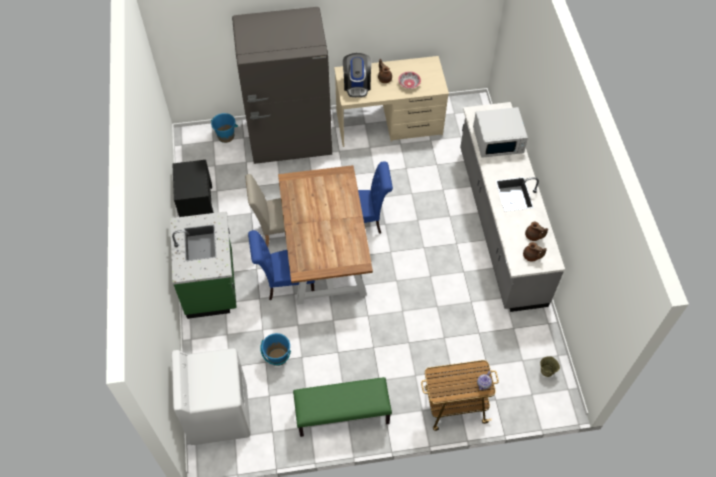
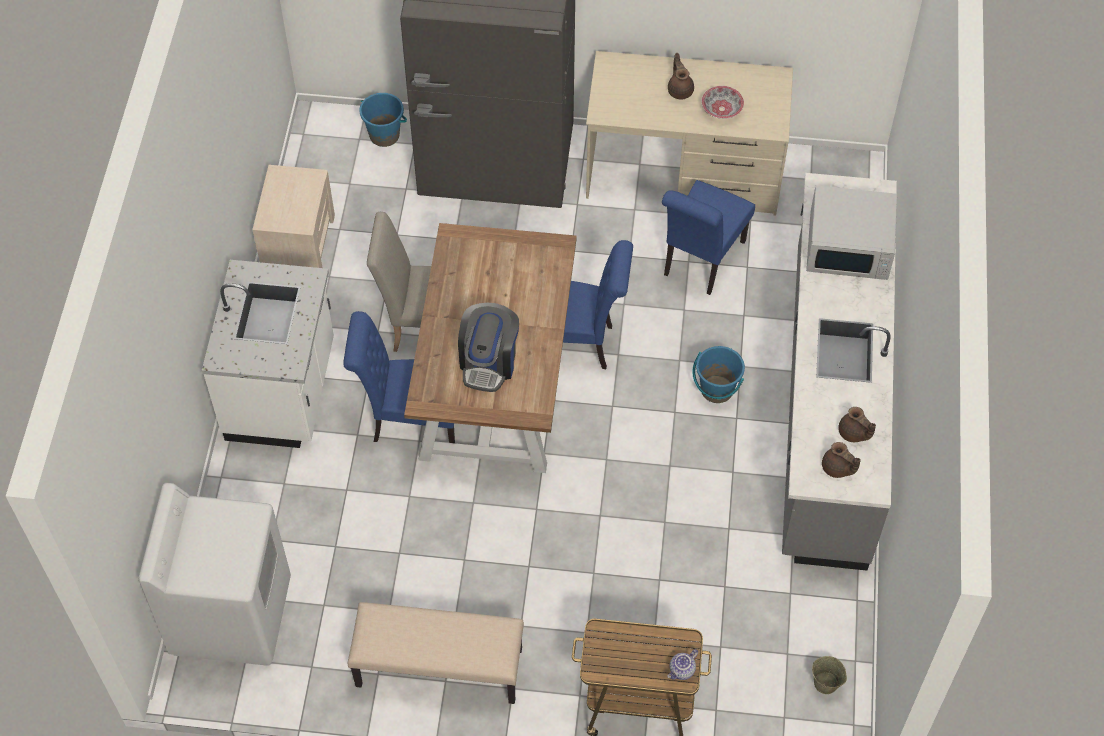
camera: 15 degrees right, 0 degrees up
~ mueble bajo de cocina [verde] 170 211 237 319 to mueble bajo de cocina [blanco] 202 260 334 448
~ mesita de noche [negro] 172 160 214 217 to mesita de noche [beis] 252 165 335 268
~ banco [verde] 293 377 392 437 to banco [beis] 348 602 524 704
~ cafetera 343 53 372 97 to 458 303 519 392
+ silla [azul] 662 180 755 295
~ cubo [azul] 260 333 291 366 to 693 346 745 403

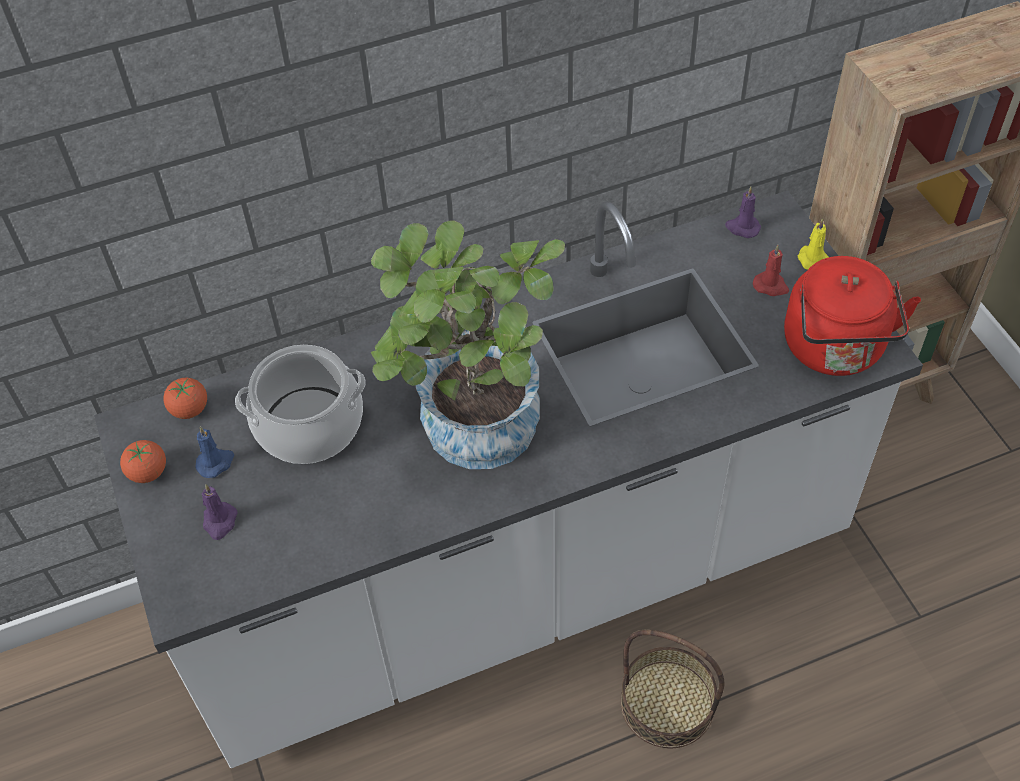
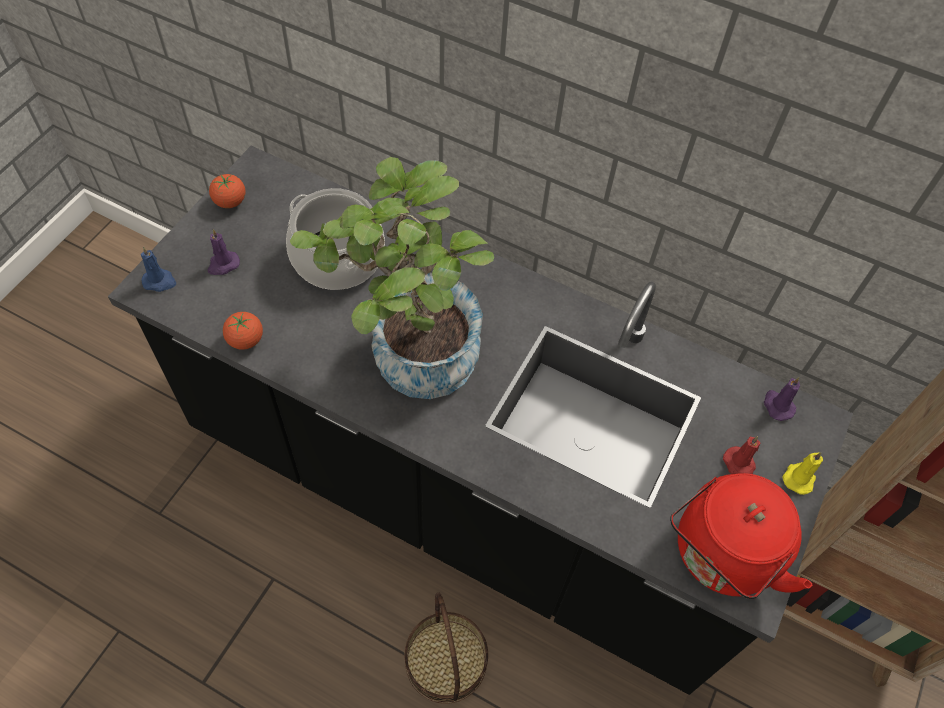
camera: 45 degrees right, 5 degrees up
~ mueble bajo de cocina [blanco] 94 190 923 768 to mueble bajo de cocina [negro] 108 146 853 695
~ vela [azul] 195 426 234 478 to 141 247 176 292
~ tomate 163 378 207 419 to 223 312 263 350

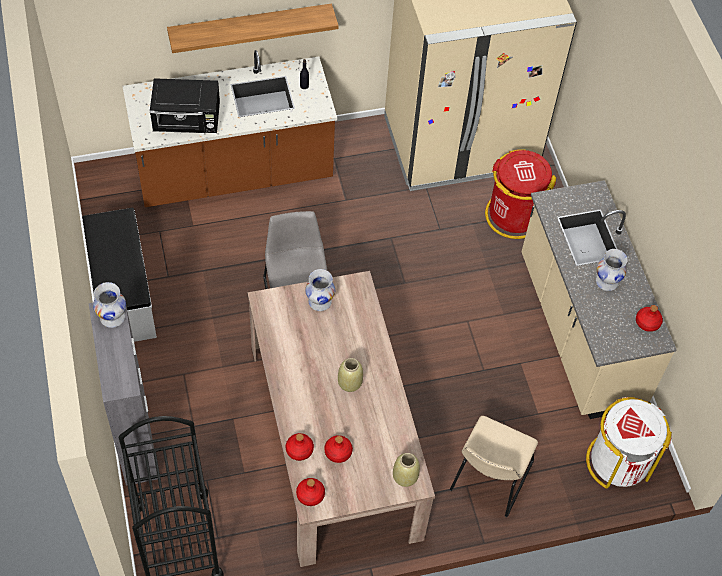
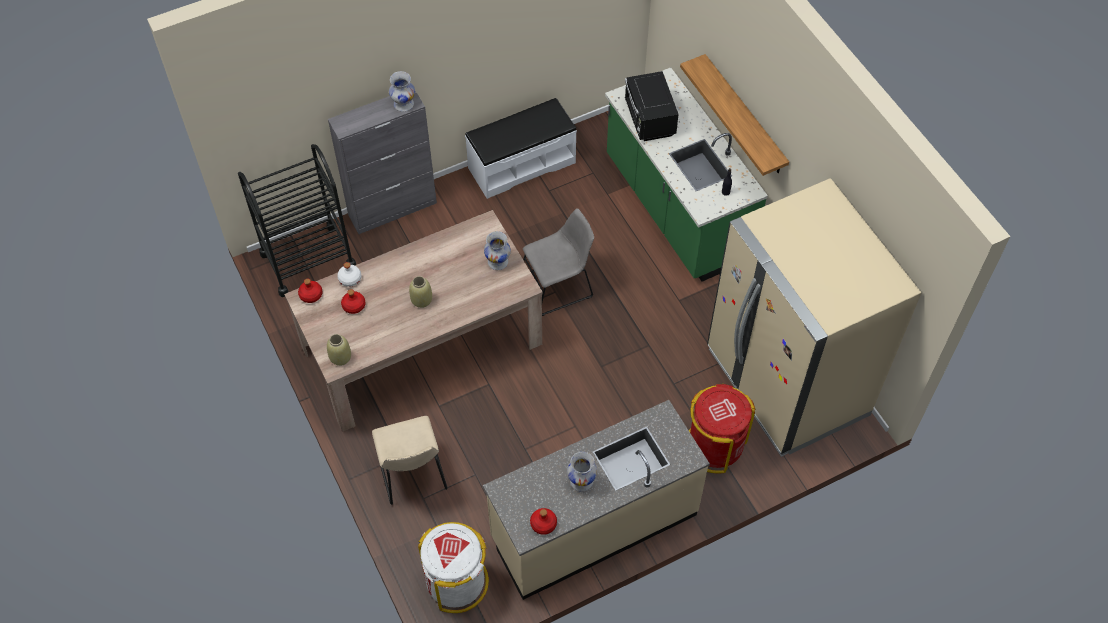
camera: 80 degrees right, 0 degrees up
~ botella [rojo] 286 433 314 461 to botella [blanco] 337 262 361 287
~ silla [beis] 449 416 538 517 = 372 416 448 505 120 degrees counterclockwise
~ mueble bajo de cocina [marrón] 123 50 337 207 to mueble bajo de cocina [verde] 605 67 768 282

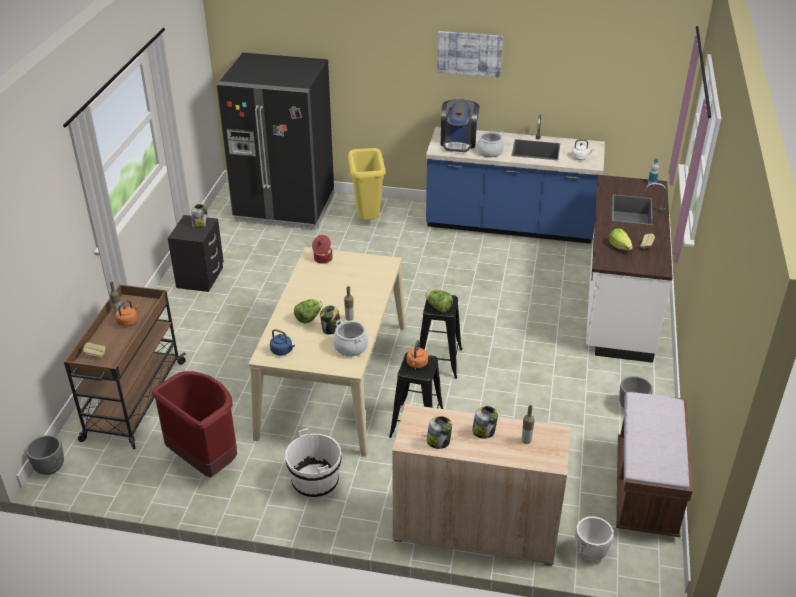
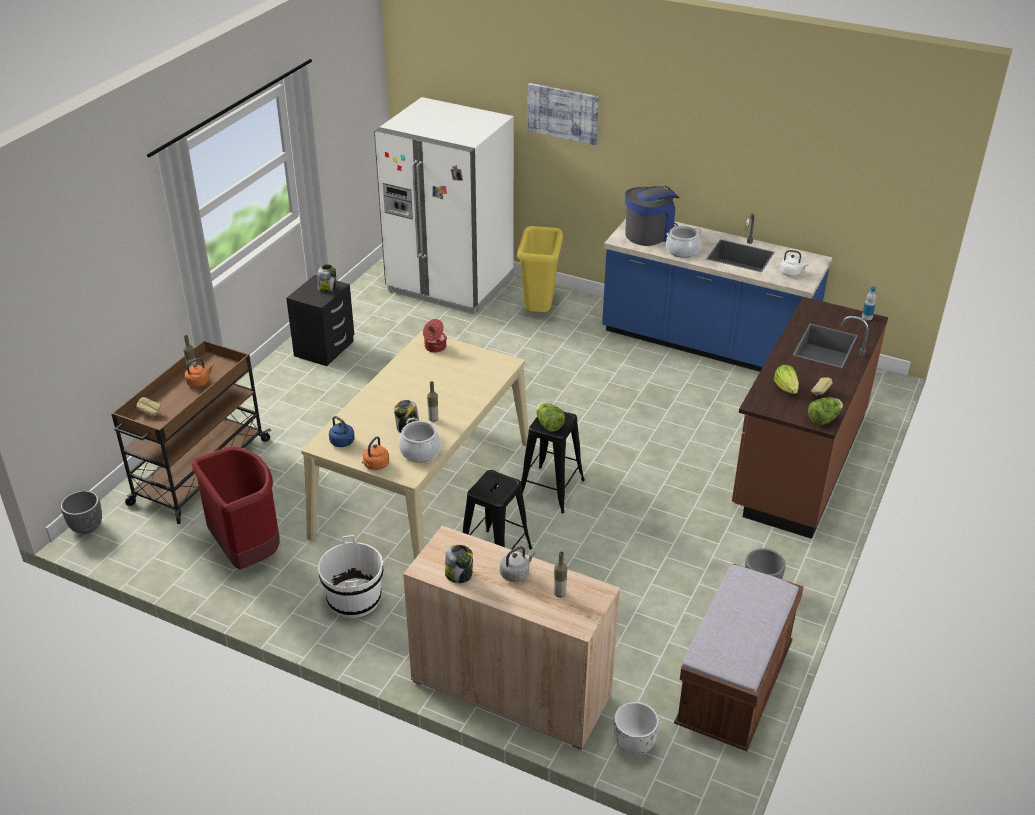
camera: 15 degrees right, 0 degrees up
~ hervidor [naranja] 407 340 428 368 to 362 436 389 470
~ nevera [negro] 216 53 334 230 to nevera [blanco] 374 97 514 314
~ tarro 472 406 498 439 to hervidor [gris] 500 546 535 582
~ cuadro 437 31 503 78 to 528 83 599 145
~ cafetera 441 99 480 152 = 625 186 679 246 150 degrees counterclockwise
~ mueble bajo de cocina [blanco] 586 175 673 363 to mueble bajo de cocina [marrón] 732 297 888 539
~ lechuga 294 299 322 324 to 808 397 843 425

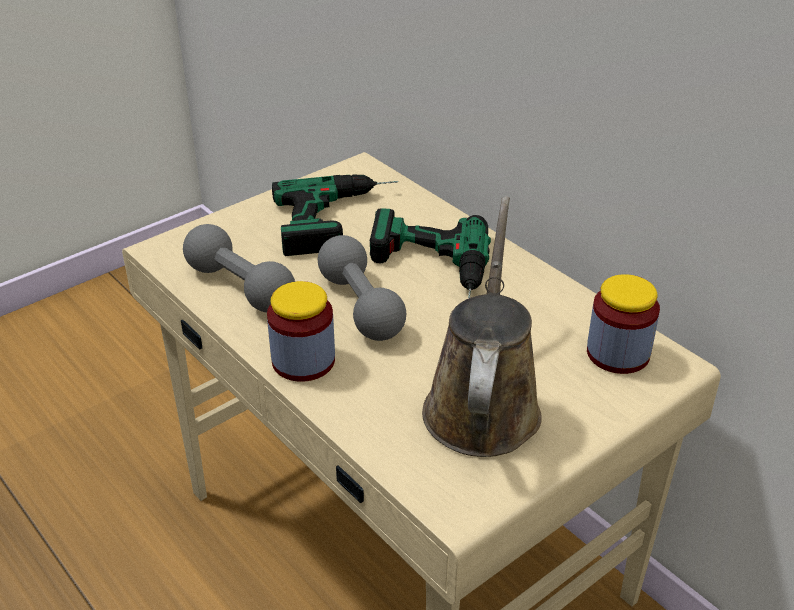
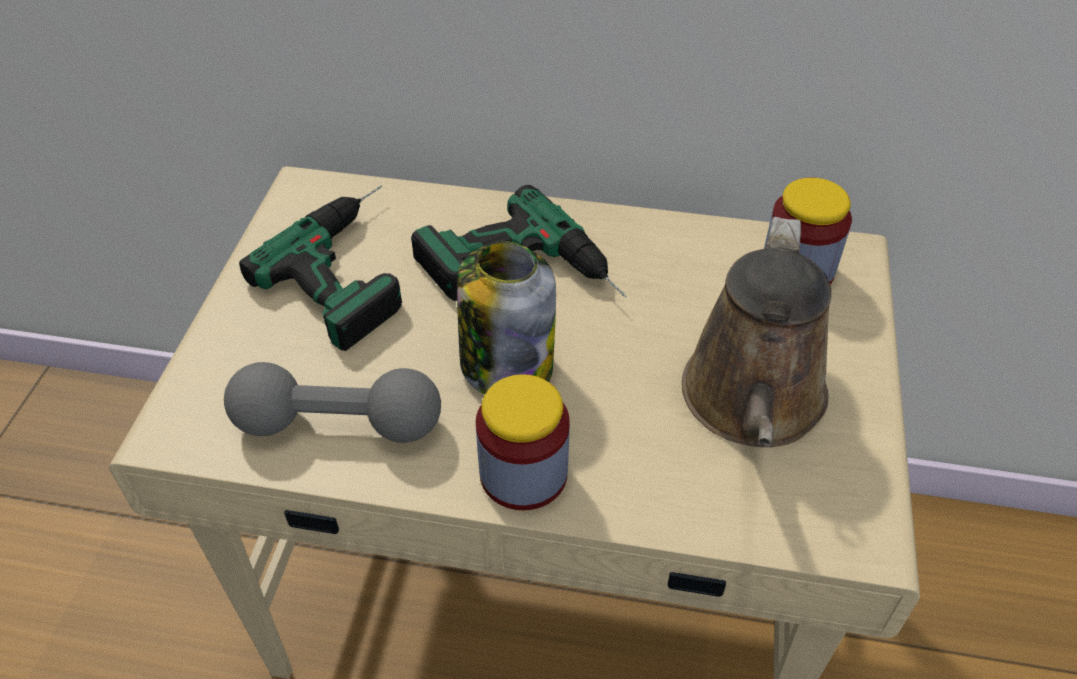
camera: 40 degrees left, 10 degrees up
~ mancuerna [gris] 318 235 406 341 to tarro 457 241 556 395
~ regadera [marrón] 422 196 542 457 = 682 217 832 447 135 degrees counterclockwise

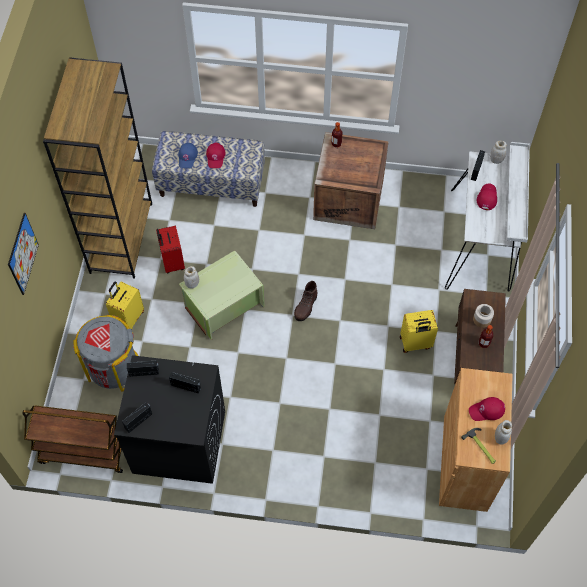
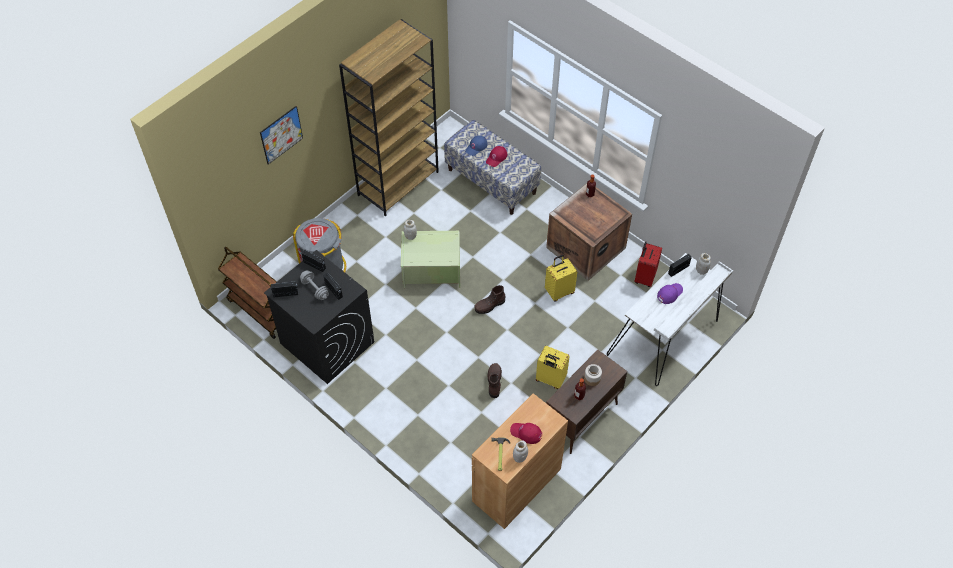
camera: 35 degrees right, 5 degrees down
+ mancuerna [gris] 300 270 329 300
+ bota [marrón] 488 363 502 398
~ maleta [amarillo] 106 281 144 329 to 545 254 577 301
~ maleta [rojo] 156 225 185 273 to 634 242 662 287
~ gorra [rojo] 477 183 497 210 to gorra [morado] 657 283 683 304

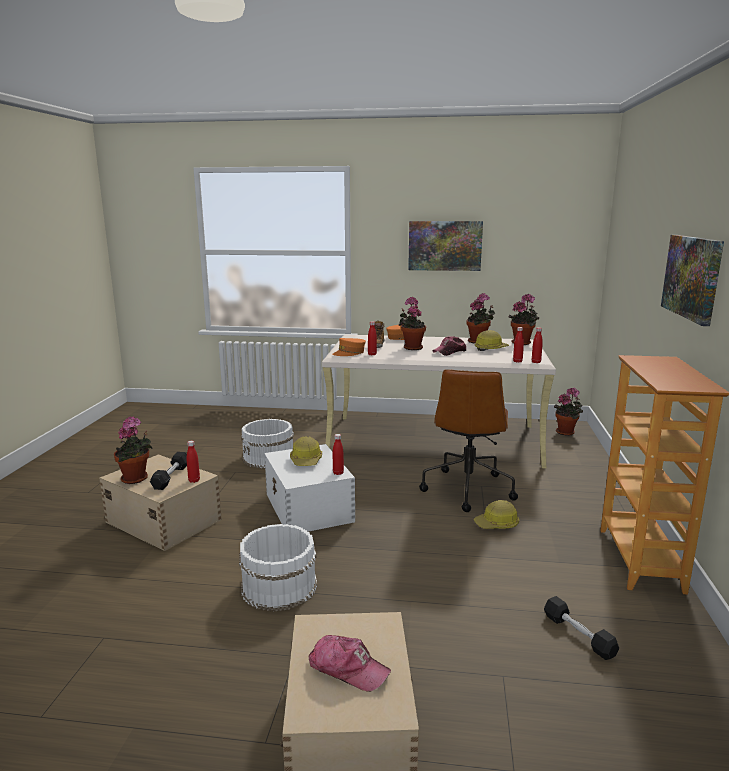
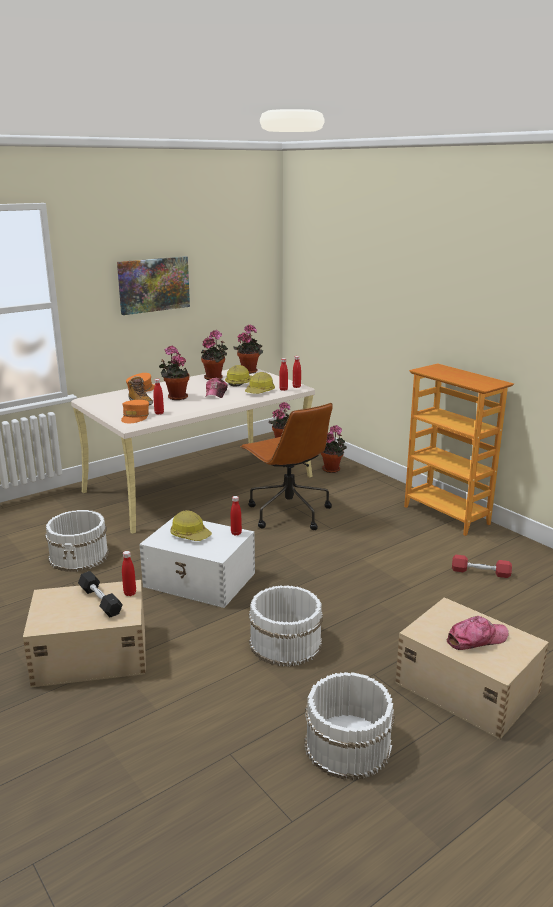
camera: 45 degrees left, 5 degrees up
~ casco 474 500 519 529 to 245 372 275 394
+ cubo [blanco] 305 672 395 780
~ planta en maceta 114 417 153 484 to 321 425 347 473
~ mancuerna [negro] 544 596 619 660 to mancuerna [rojo] 452 555 512 578
- cuadro 661 235 724 326

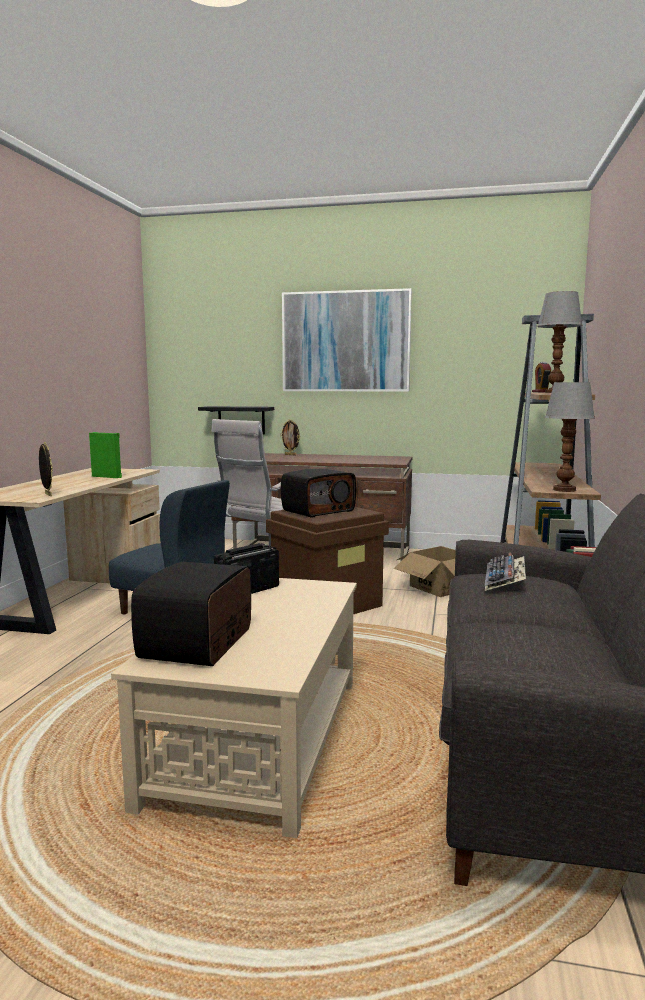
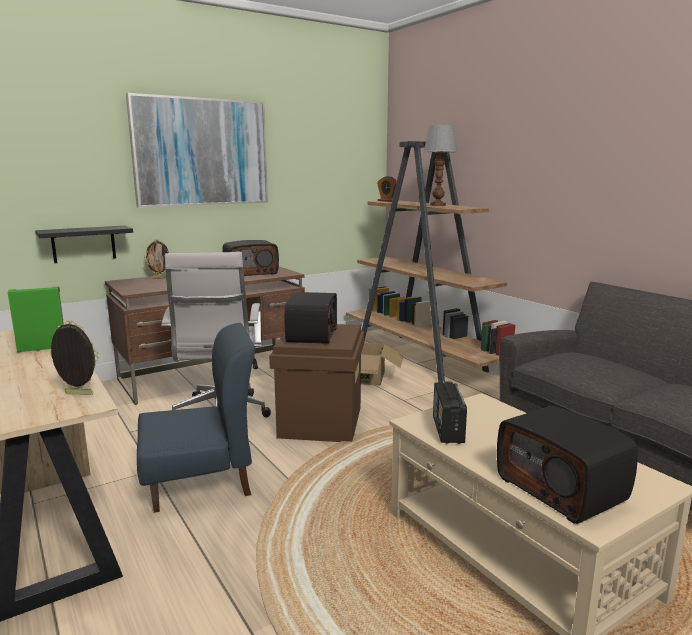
camera: 45 degrees left, 5 degrees up
+ radio 222 240 279 276
- teclado 485 553 526 591
- lámpara de mesa 545 382 595 492

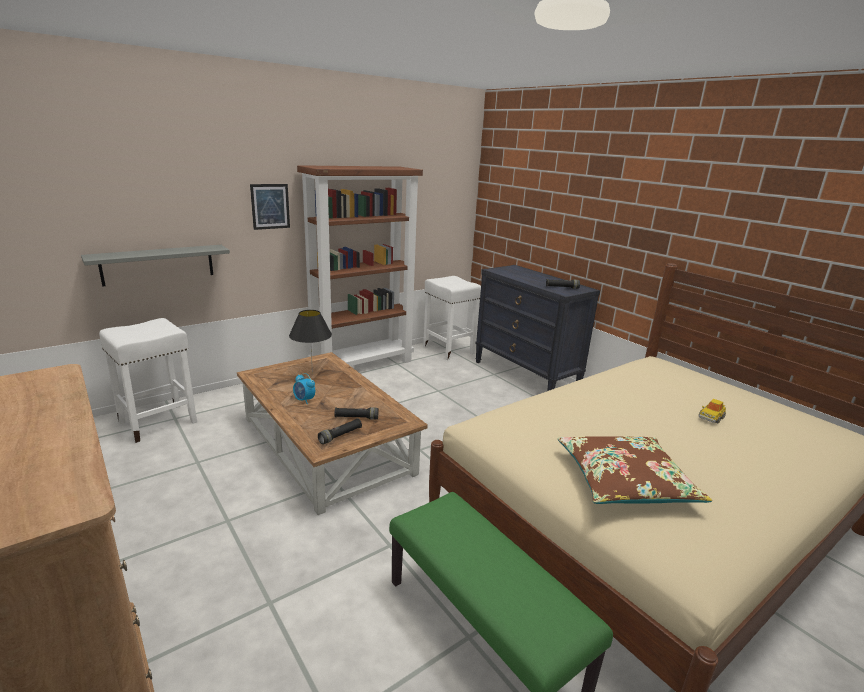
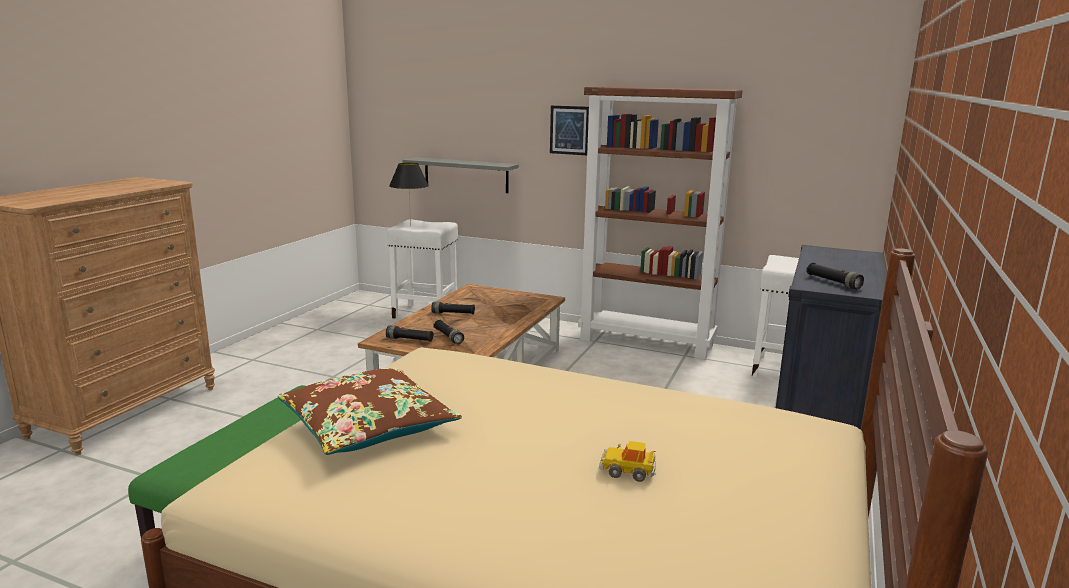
camera: 60 degrees right, 5 degrees down
~ lámpara de mesa [negro] 289 310 332 375 to 389 163 429 226
~ despertador 293 373 315 404 to linterna [negro] 431 302 475 314

